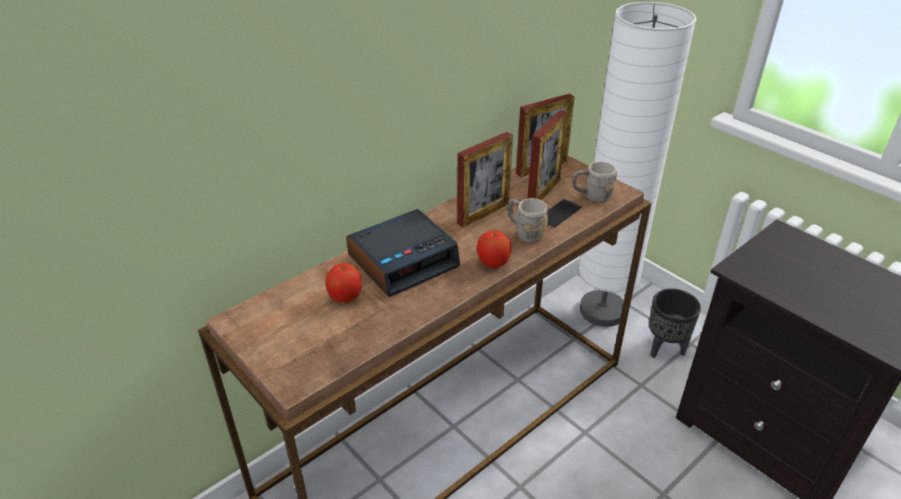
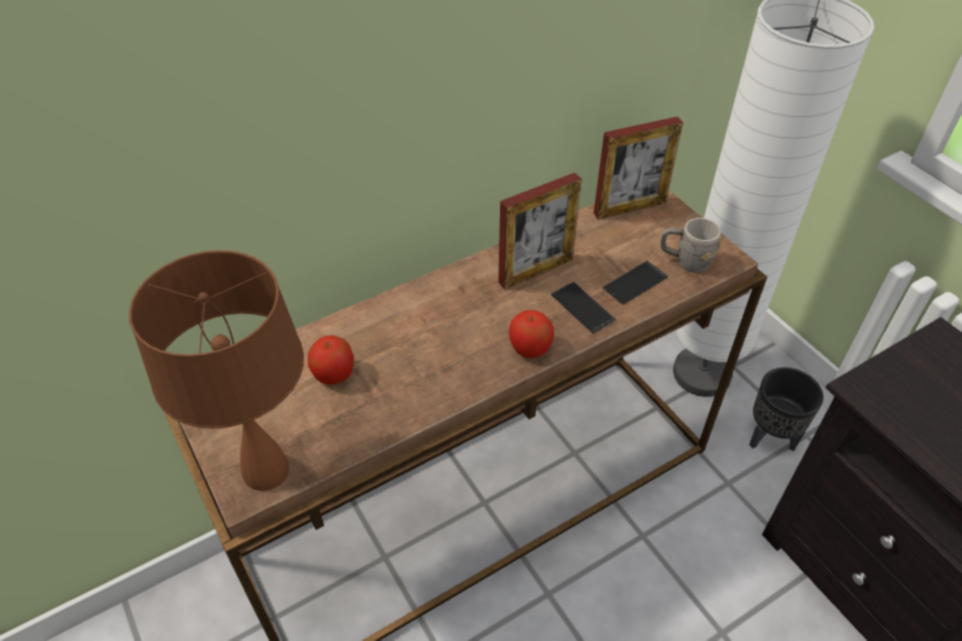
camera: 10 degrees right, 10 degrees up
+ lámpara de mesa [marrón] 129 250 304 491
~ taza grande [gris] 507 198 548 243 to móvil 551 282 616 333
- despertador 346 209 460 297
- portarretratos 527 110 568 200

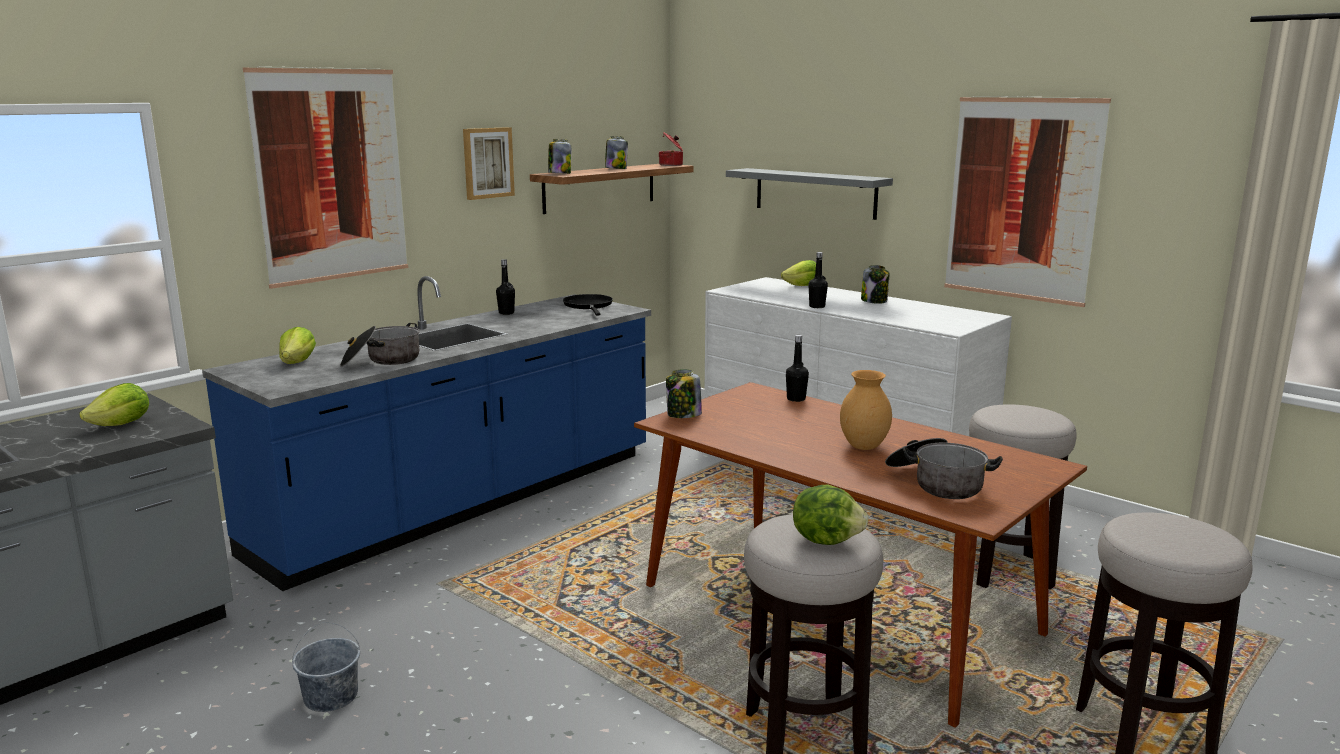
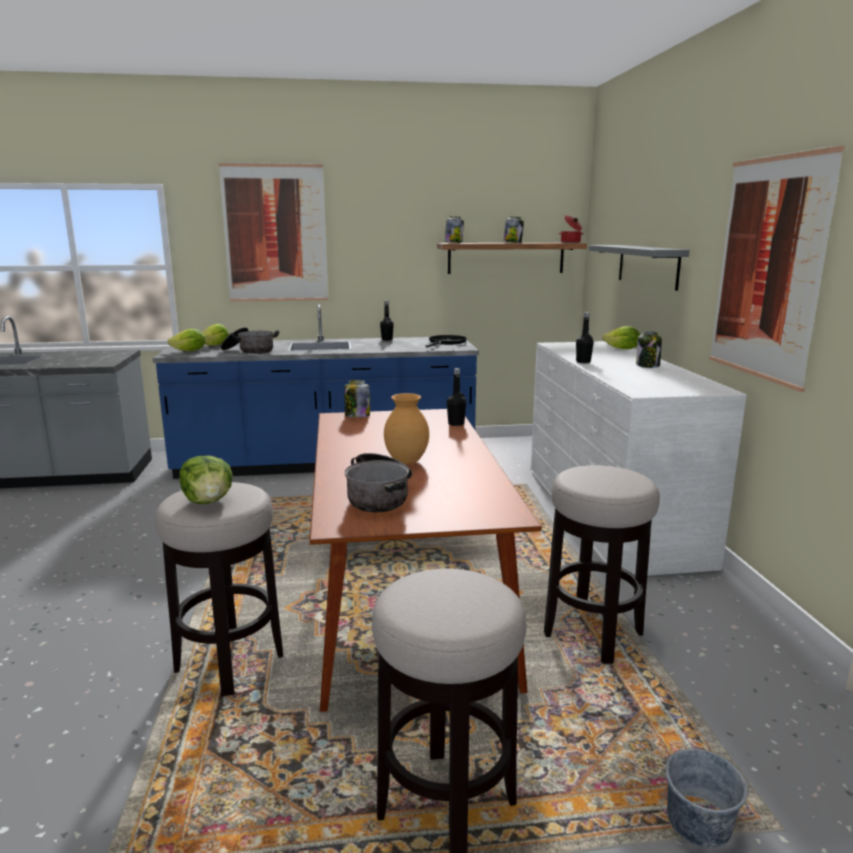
camera: 40 degrees right, 0 degrees up
~ lechuga 79 383 149 426 to 167 329 205 351
~ cubo [gris] 292 622 360 712 to 665 740 748 848
- cuadro 463 127 515 200

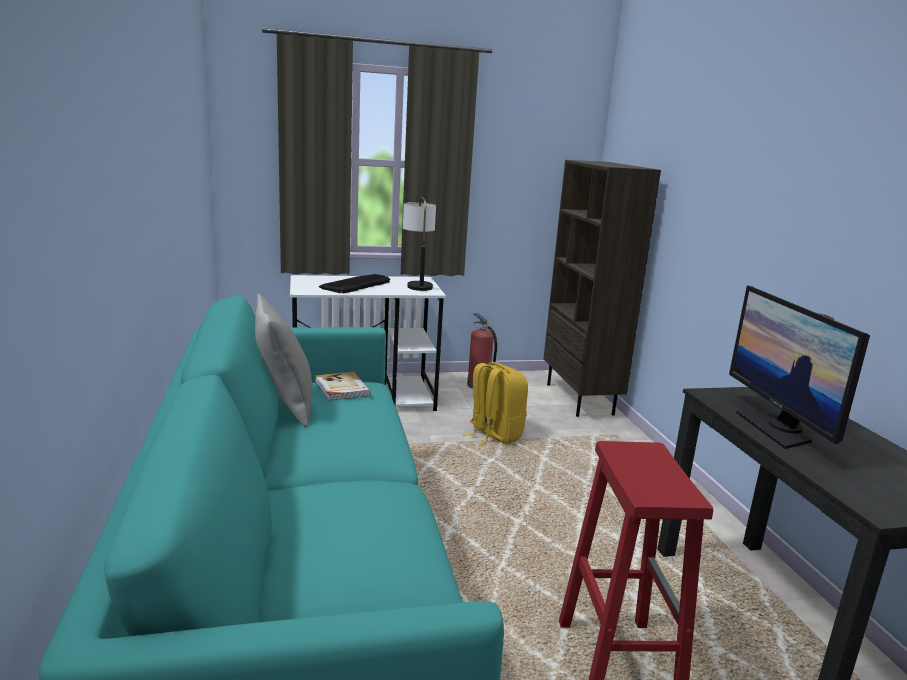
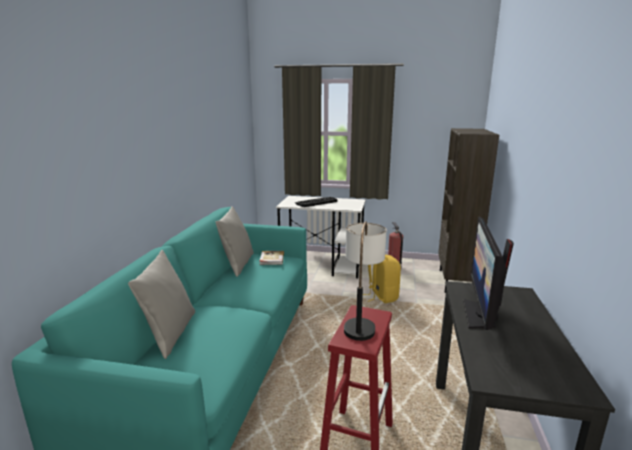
camera: 25 degrees right, 0 degrees up
+ cojín [gris] 128 250 195 359
~ lámpara de mesa 403 197 436 291 to 344 221 387 341

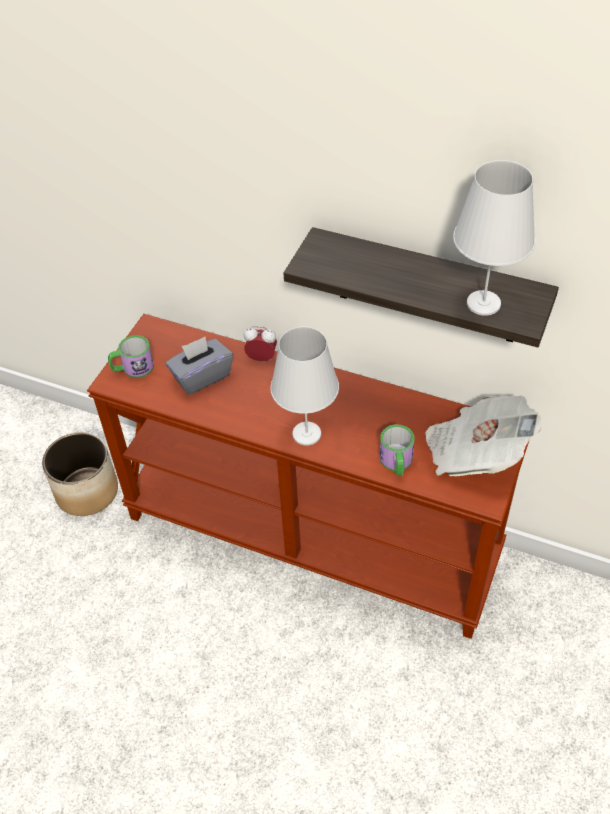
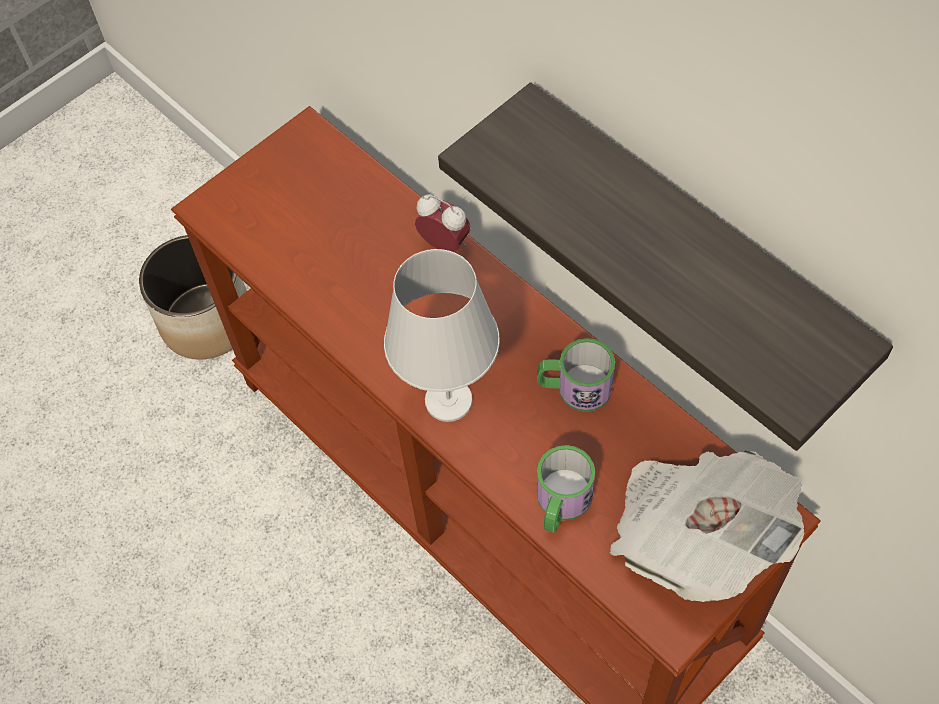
camera: 25 degrees right, 10 degrees up
~ taza grande 108 335 154 378 to 537 338 615 412
- caja de pañuelos [gris] 166 336 233 395
- lámpara de mesa [blanco] 453 160 535 316

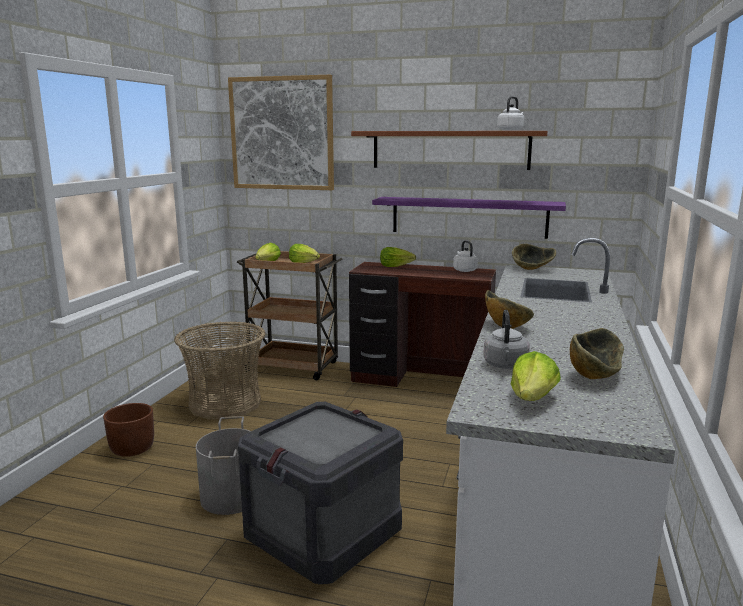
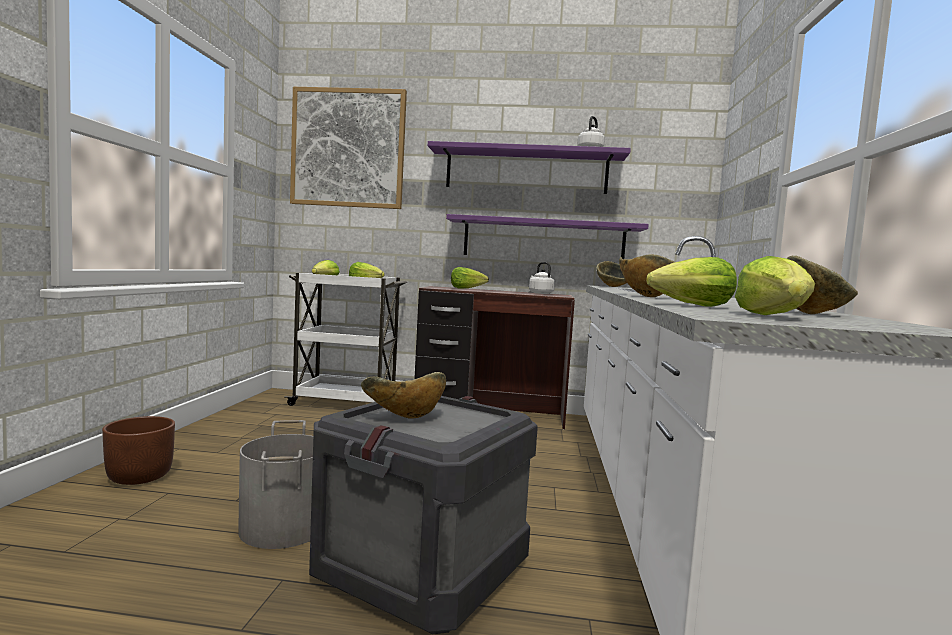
camera: 10 degrees left, 10 degrees down
~ carrito [marrón] 237 251 342 380 to carrito [blanco] 285 273 407 406
+ cuenco 361 372 446 419
~ estante [marrón] 351 131 548 170 to estante [morado] 428 141 631 194
~ hervidor [gris] 483 310 530 369 to lechuga 646 257 737 307
- cesta 174 321 266 419

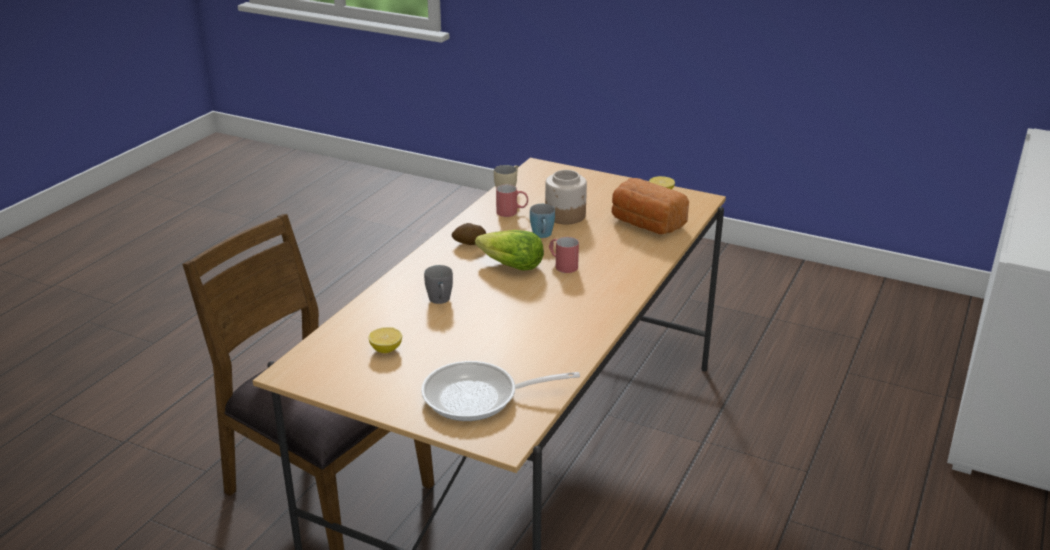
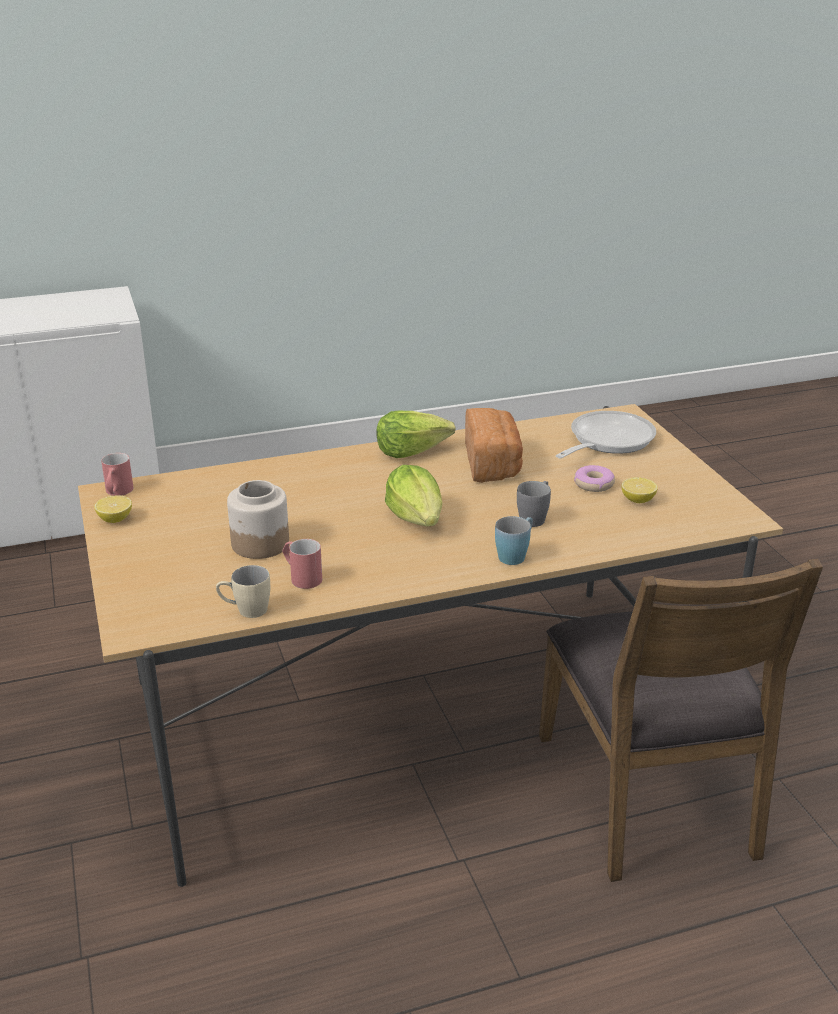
camera: 135 degrees left, 0 degrees up
~ taza grande [rojo] 549 237 579 273 to 101 453 134 496
+ lechuga 376 410 456 458
~ pan 612 178 689 234 to 465 408 523 483
~ taza grande [azul] 530 204 555 238 to 495 516 533 565
~ sartén 421 361 580 421 = 556 411 656 459 90 degrees counterclockwise
+ rosquilla 574 465 615 492
- patata 452 223 486 245

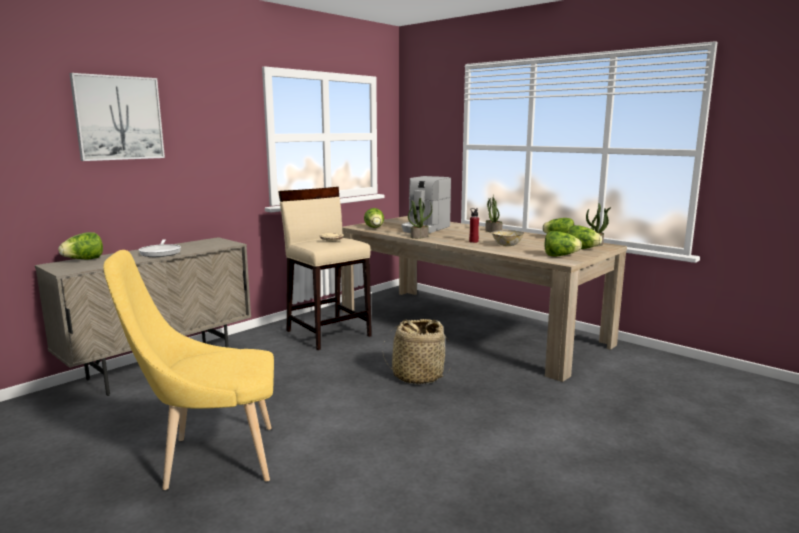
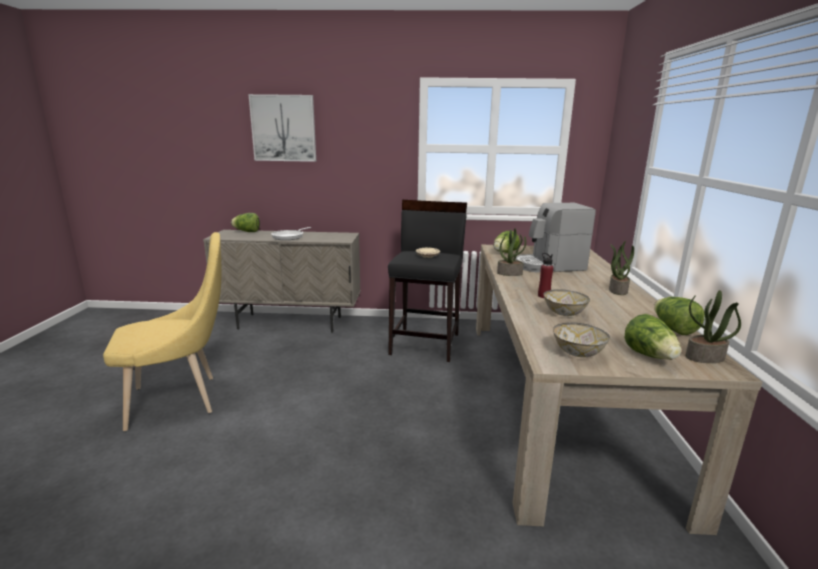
camera: 50 degrees right, 5 degrees up
~ silla [amarillo] 103 250 274 490 = 103 232 221 431 120 degrees clockwise
~ taburete [beis] 278 187 372 350 to taburete [negro] 388 200 467 362
~ lechuga 545 231 582 256 to cuenco 553 322 610 357
- cesta 383 319 449 384

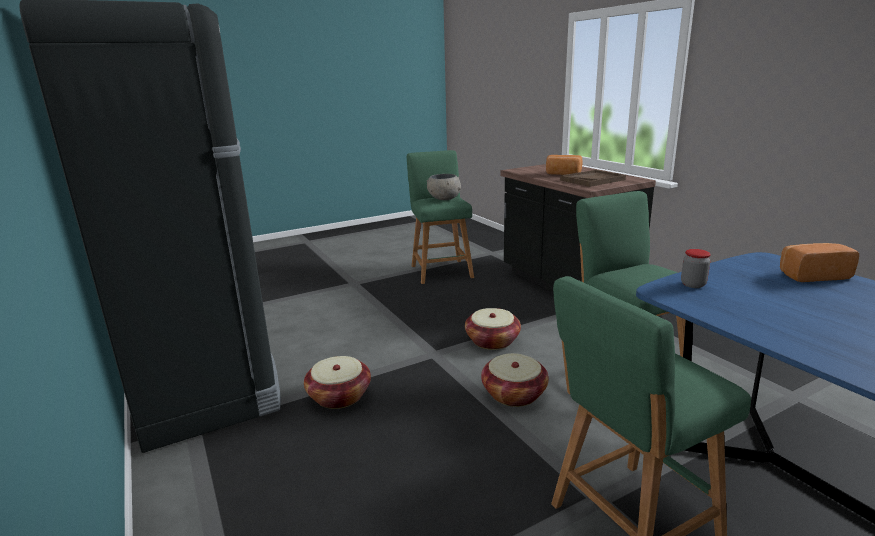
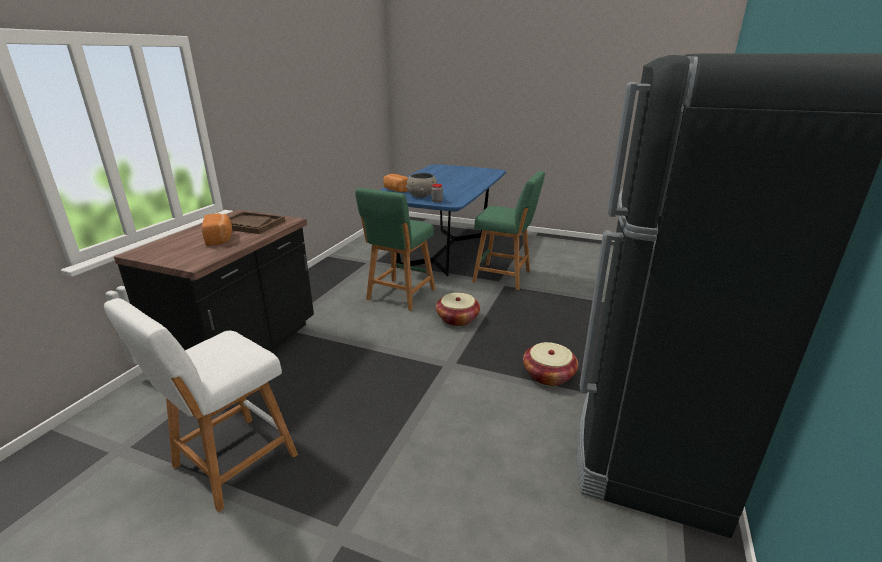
camera: 130 degrees left, 5 degrees up
~ taburete [verde] 407 150 474 284 to taburete [blanco] 104 298 298 512
~ cuenco [gris] 427 174 461 200 to 406 173 437 198
- cesta 465 308 521 350

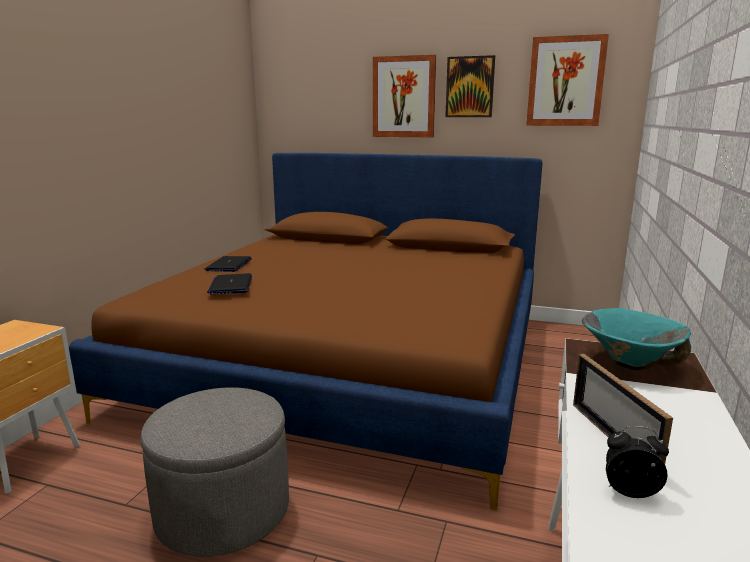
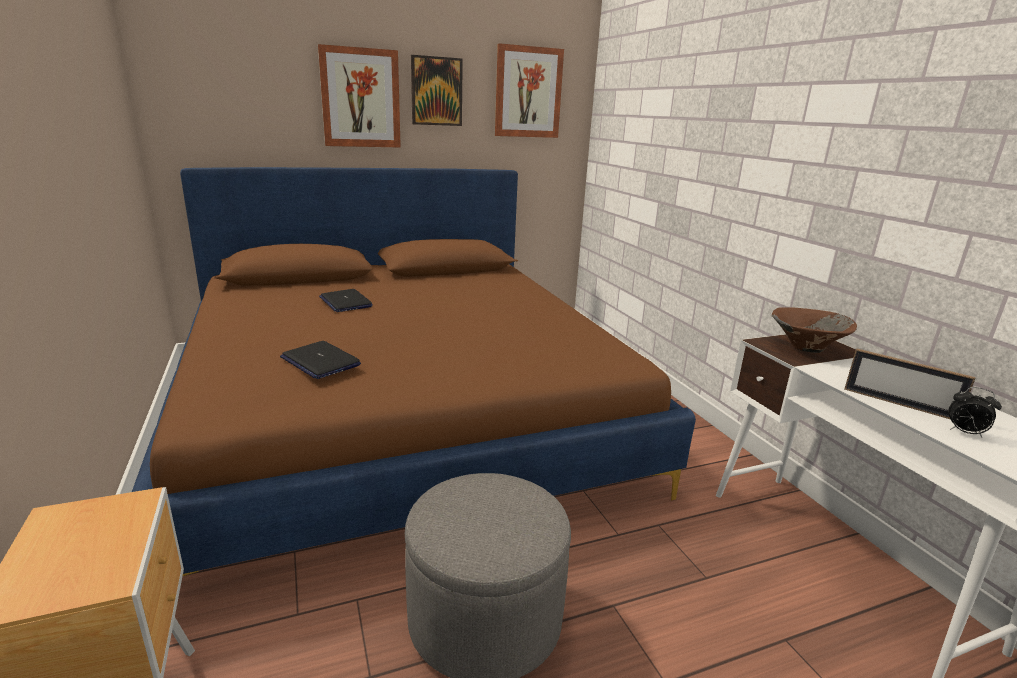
camera: 40 degrees left, 5 degrees up
~ portátil 204 256 252 272 to 319 289 373 312
~ cuenco [turquesa] 582 308 691 371 to cuenco [marrón] 772 307 857 353
~ despertador 606 426 669 498 = 949 387 1002 437 120 degrees counterclockwise

